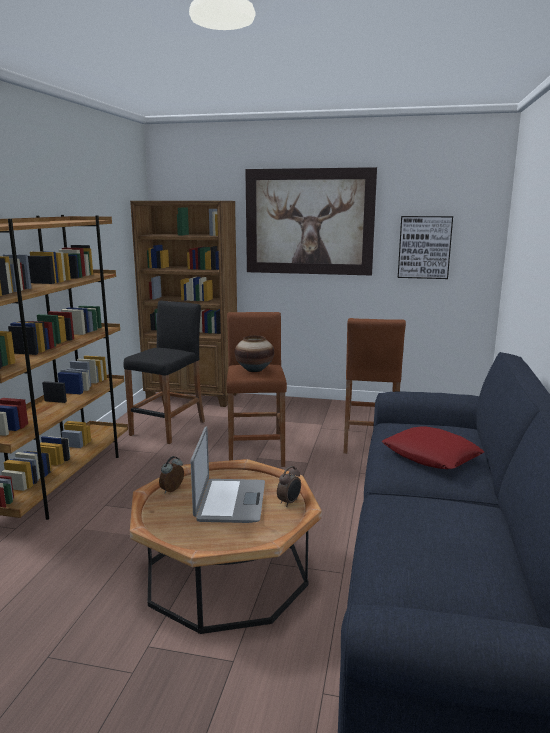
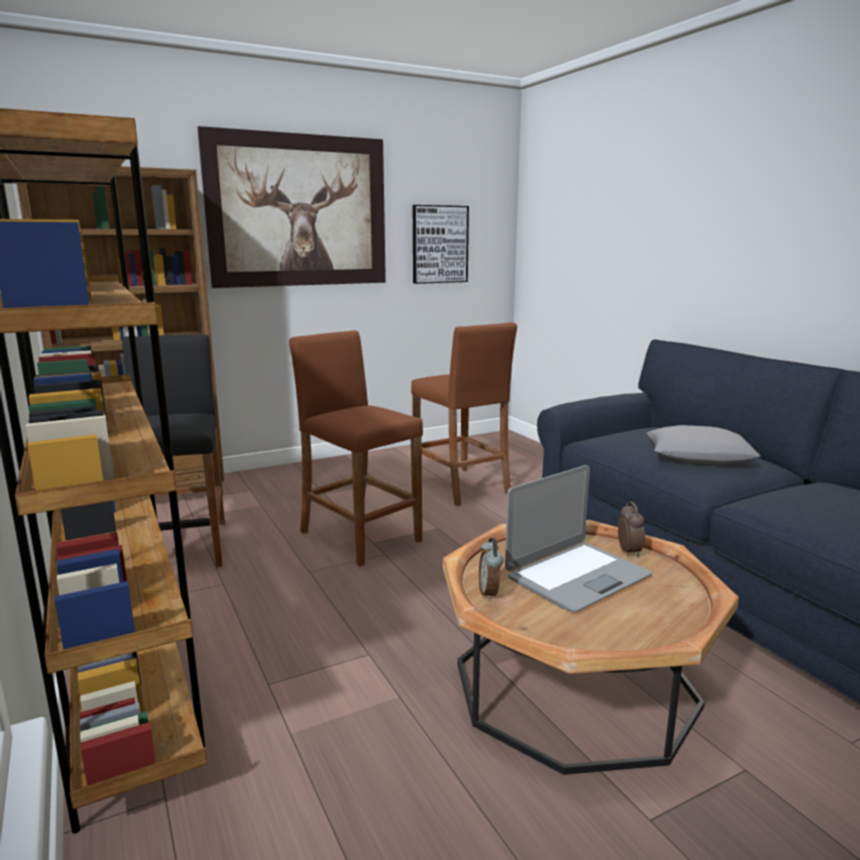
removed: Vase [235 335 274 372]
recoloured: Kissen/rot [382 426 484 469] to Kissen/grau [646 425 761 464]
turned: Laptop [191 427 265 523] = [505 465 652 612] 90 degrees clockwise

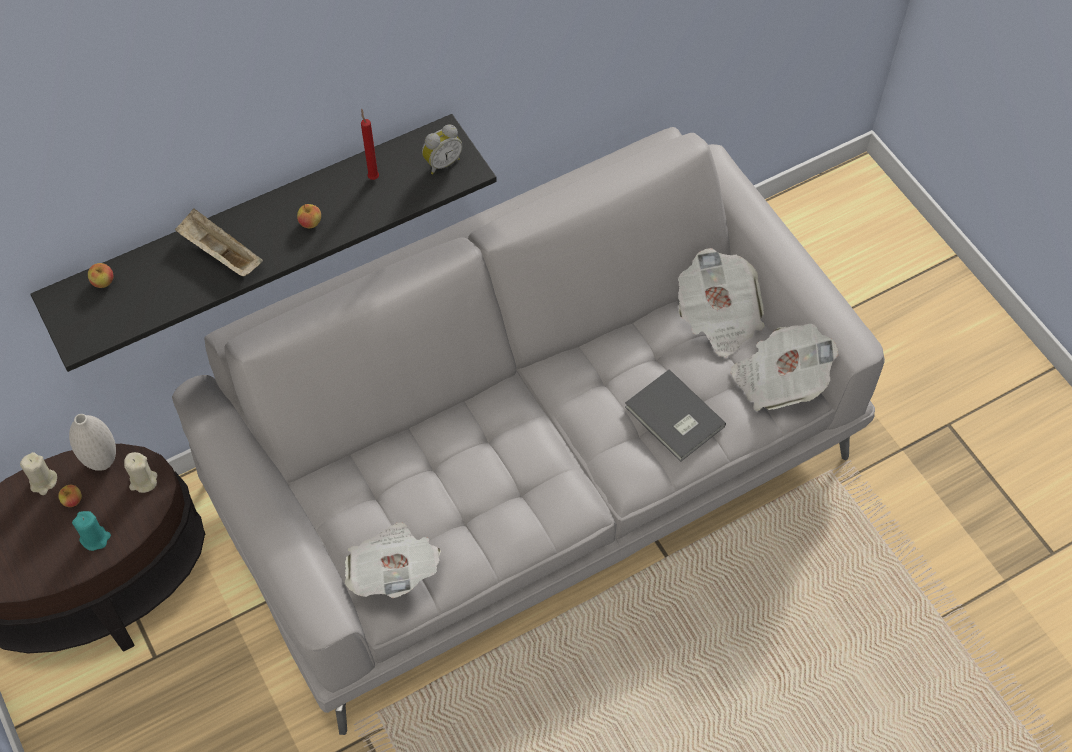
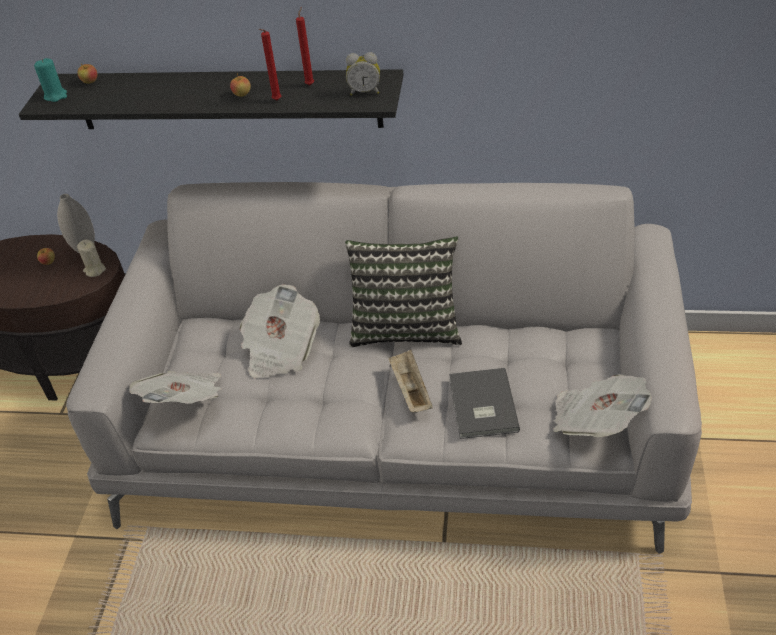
removed: Kerze/beige [20 452 57 495]
added: Kerze/rot [259 29 281 100]; Kissen [345 236 462 347]
moved: Kerze/türkis [72 511 111 551] to [34 58 67 102]; Zeitung [678 248 765 357] to [240 284 320 378]; Tablett/beige [175 208 263 276] to [388 350 433 412]

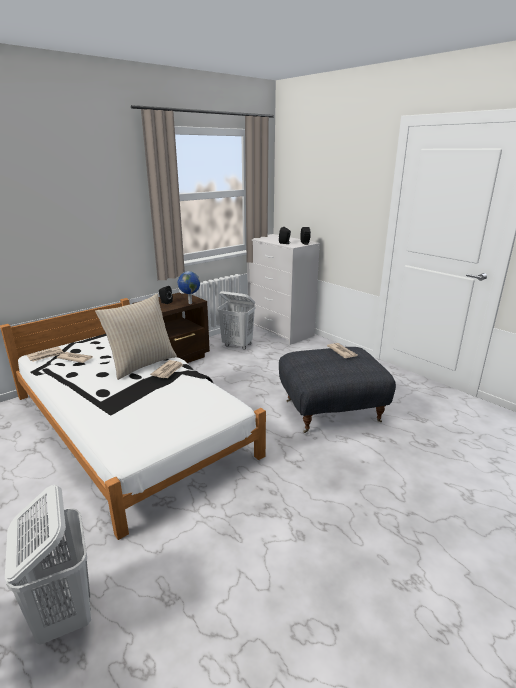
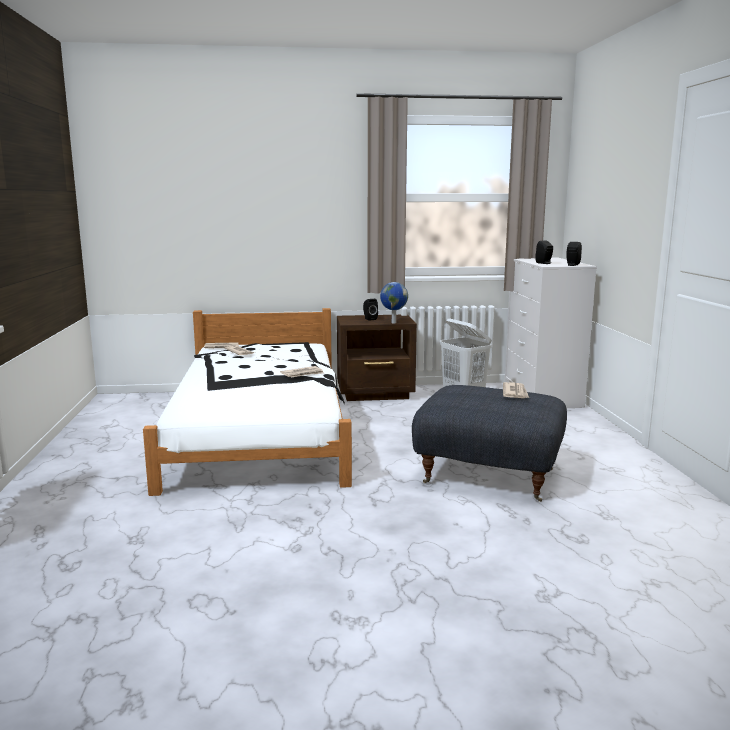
removed: Wäschekorb/weiß [5 485 91 645]; Kissen/beige [95 294 177 380]

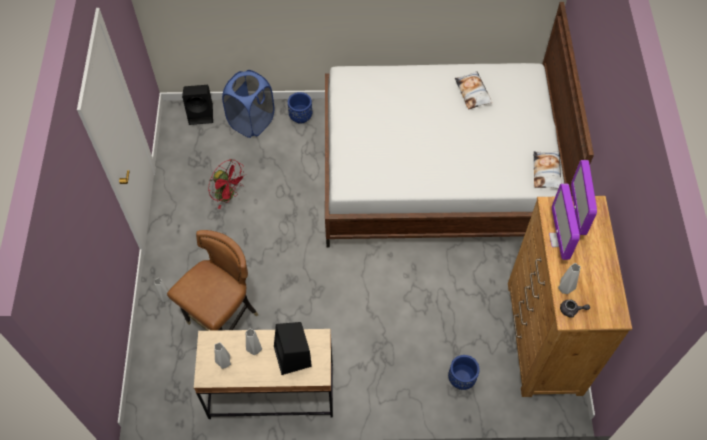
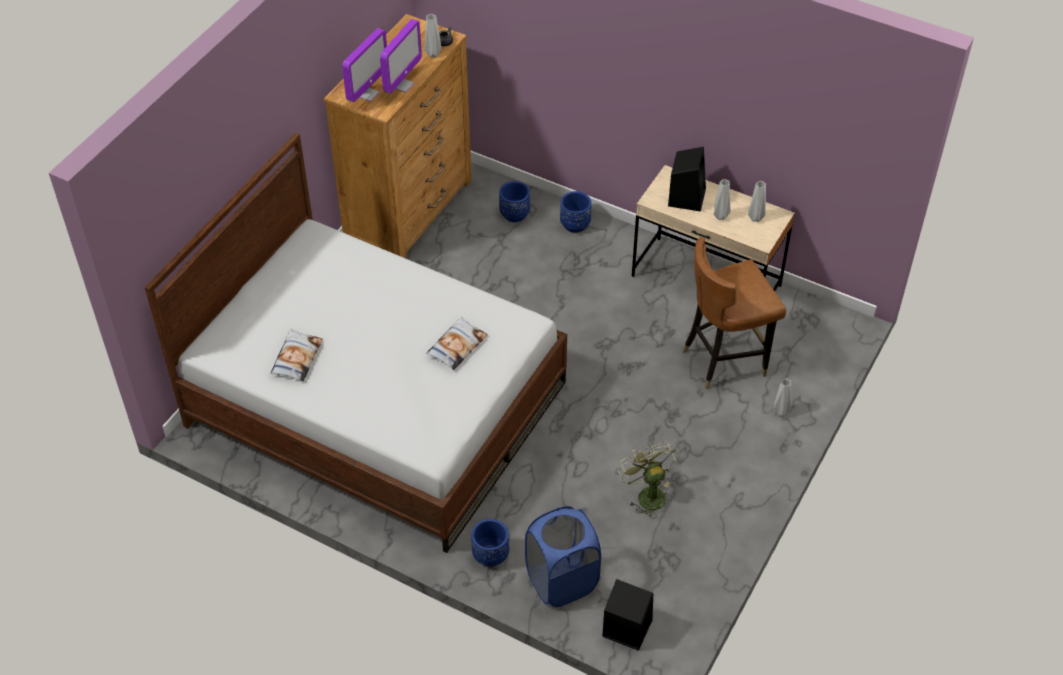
added: Pflanzkübel/blau [560 191 591 233]
moved: Kissen [534 151 562 188] to [426 317 488 370]
recoloured: Ventilator/rot [208 159 246 209] to Ventilator/grün [618 440 680 518]

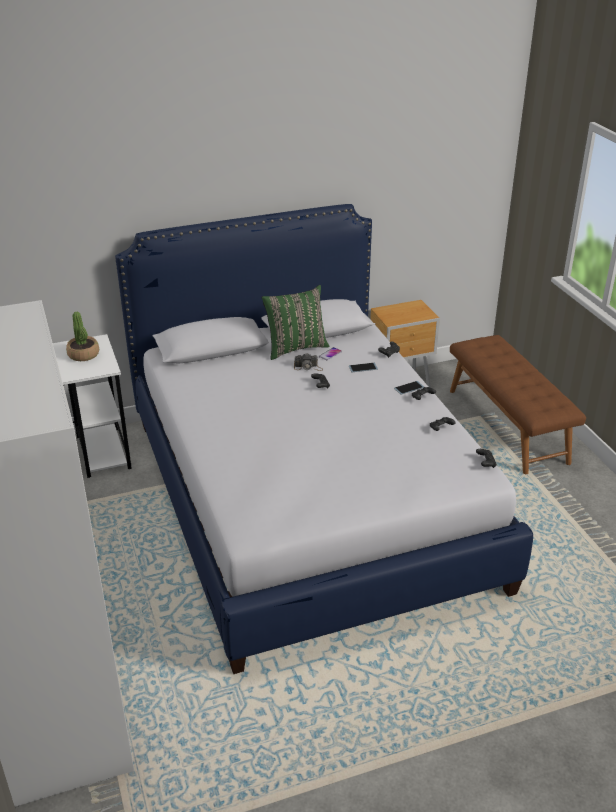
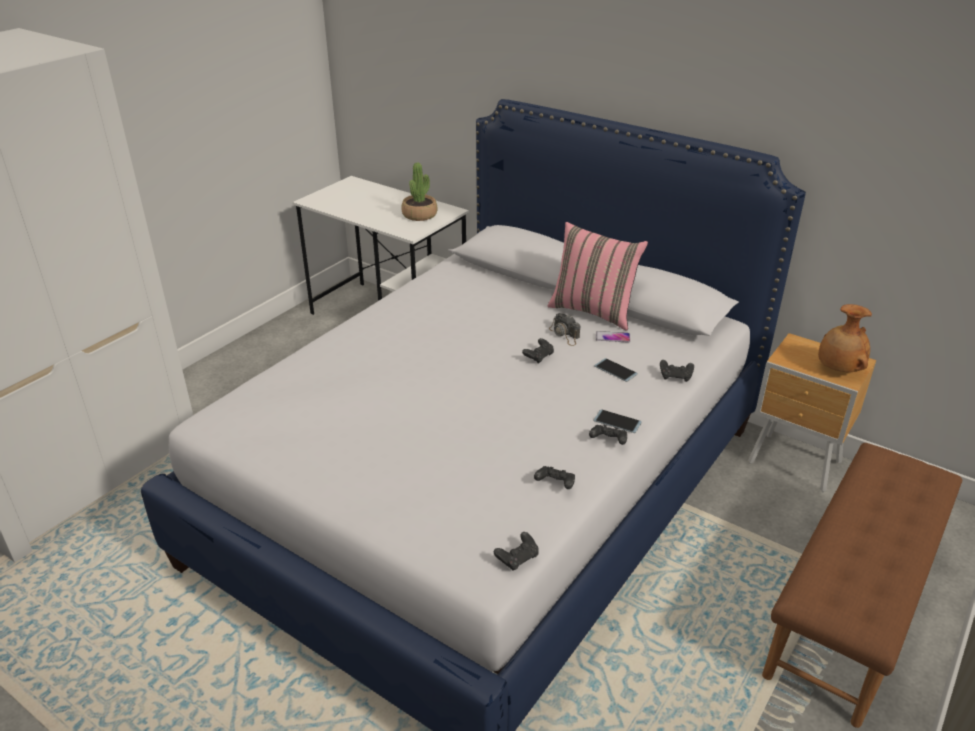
added: Vase/braun [818 304 872 372]
recoloured: Kissen/grün [262 285 329 360] to Kissen/rosa [548 222 648 331]

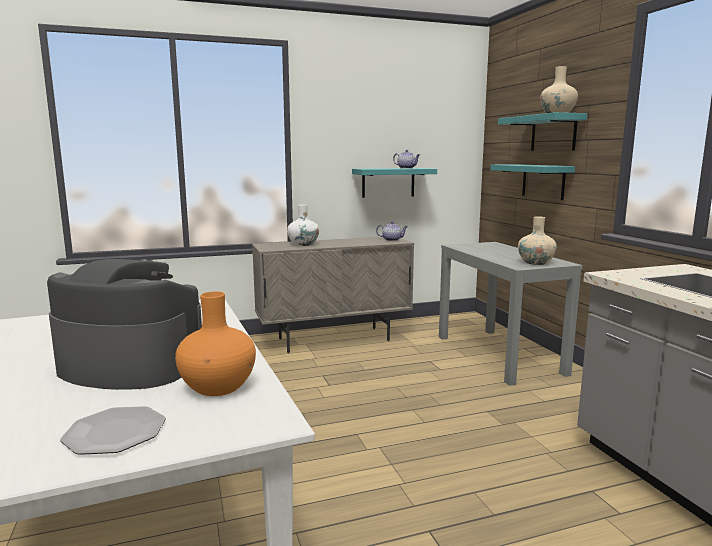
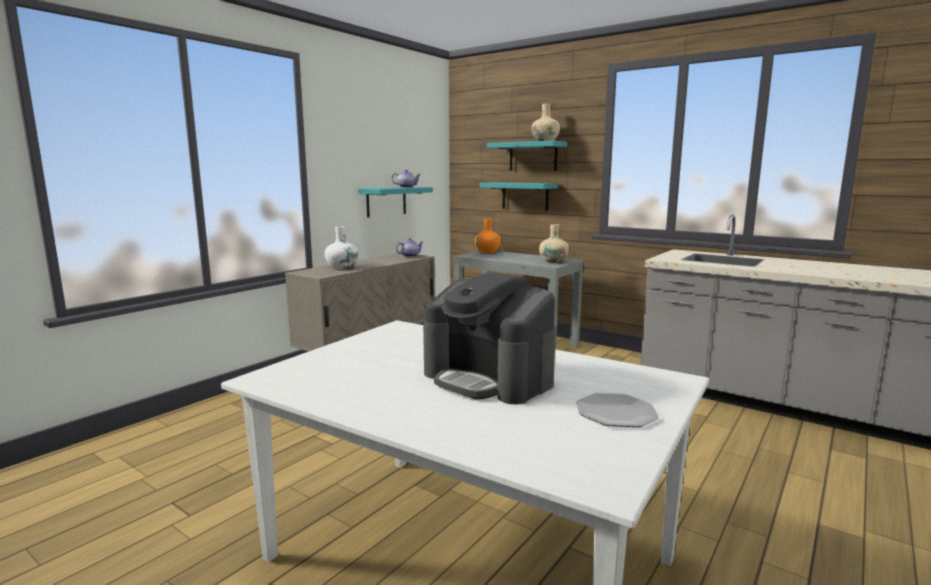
moved: Vase/orange [175 292 256 396] to [475 219 501 253]
turned: Kaffeemaschine [47 259 202 390] = [423 272 556 404] 120 degrees counterclockwise

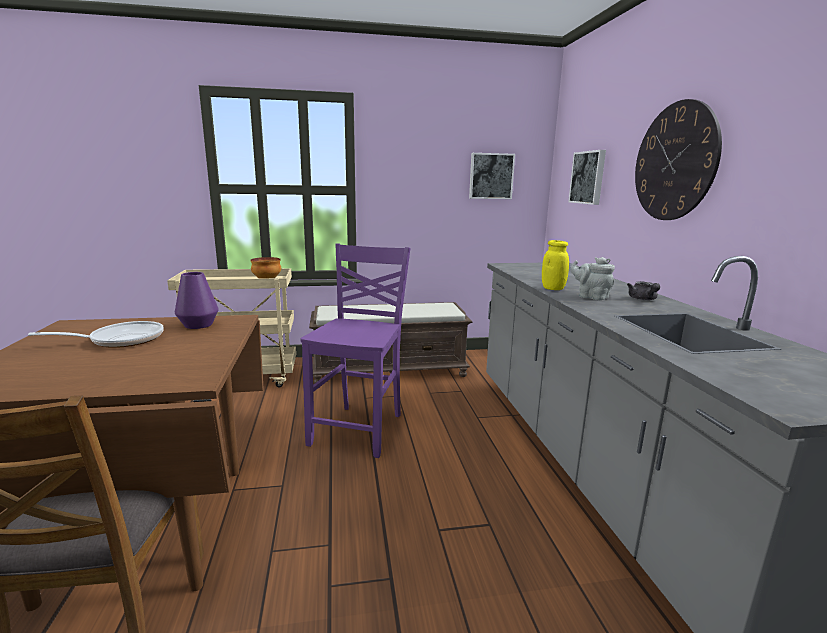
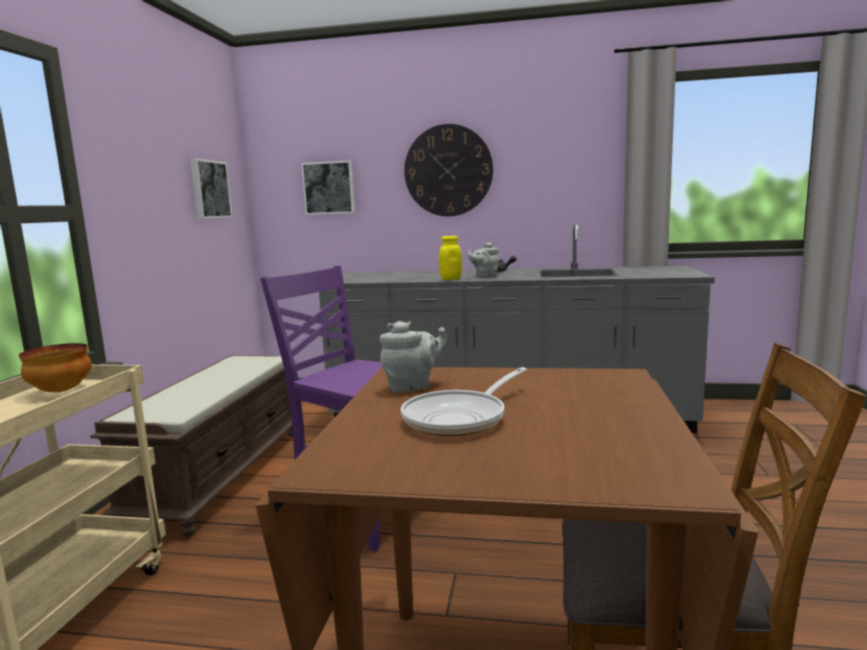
replaced: Vase/lila [175 272 219 329] to Teekanne/grau [380 321 447 393]
turned: Pfanne [28 321 164 348] = [401 367 527 436] 135 degrees counterclockwise

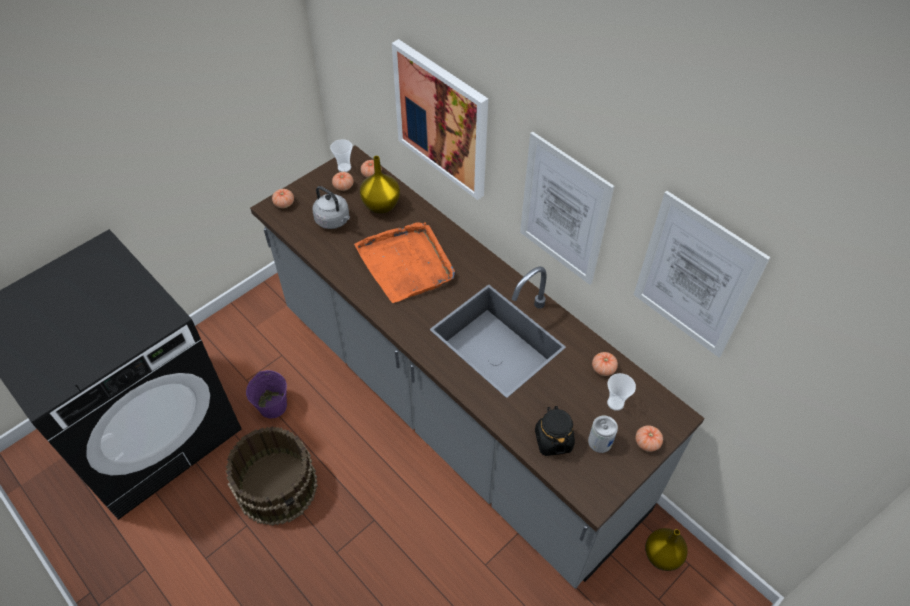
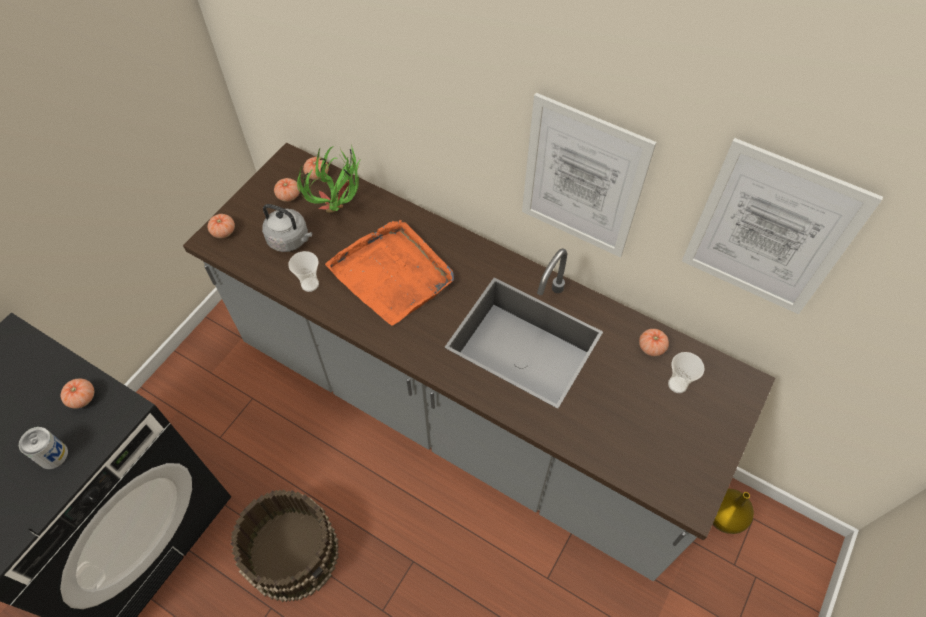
removed: Eimer/lila [246 370 287 418]; Bild [392 39 488 200]; Vorratsglas/schwarz [535 406 575 456]
moved: Dose [588 416 618 453] to [19 427 68 469]; Tomate [635 425 663 452] to [61 379 94 409]; Tasse [330 139 353 172] to [288 251 319 292]
replaced: Vase/gelb [360 156 400 214] to Topfpflanze [297 144 364 213]

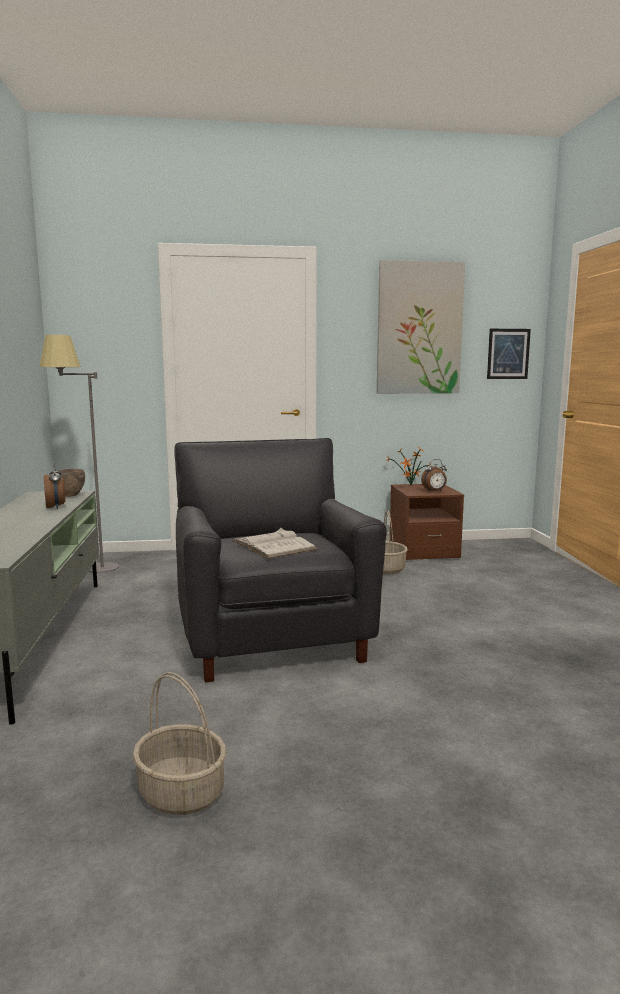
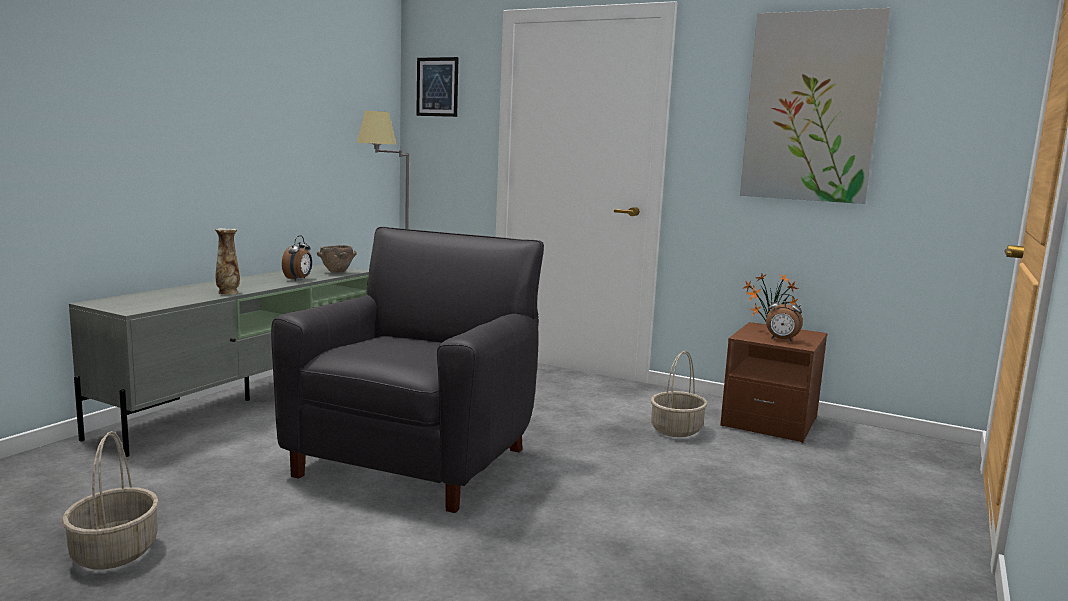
removed: Buch/weiß [233 528 317 559]
added: Vase [215 228 240 294]
moved: Bild [487 329 531 379] to [416 57 459 117]

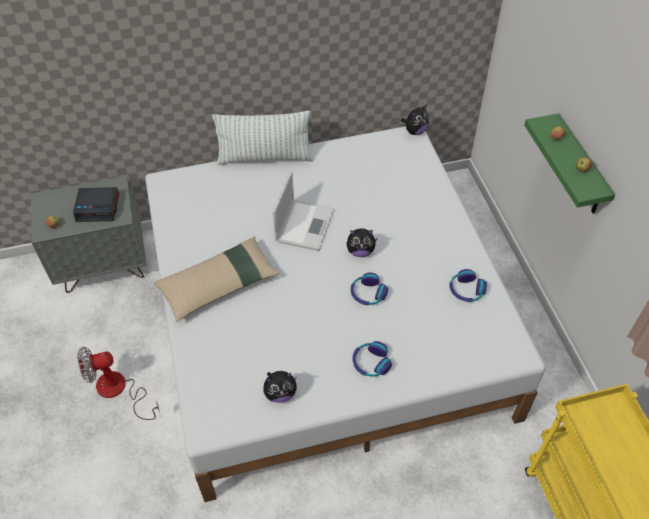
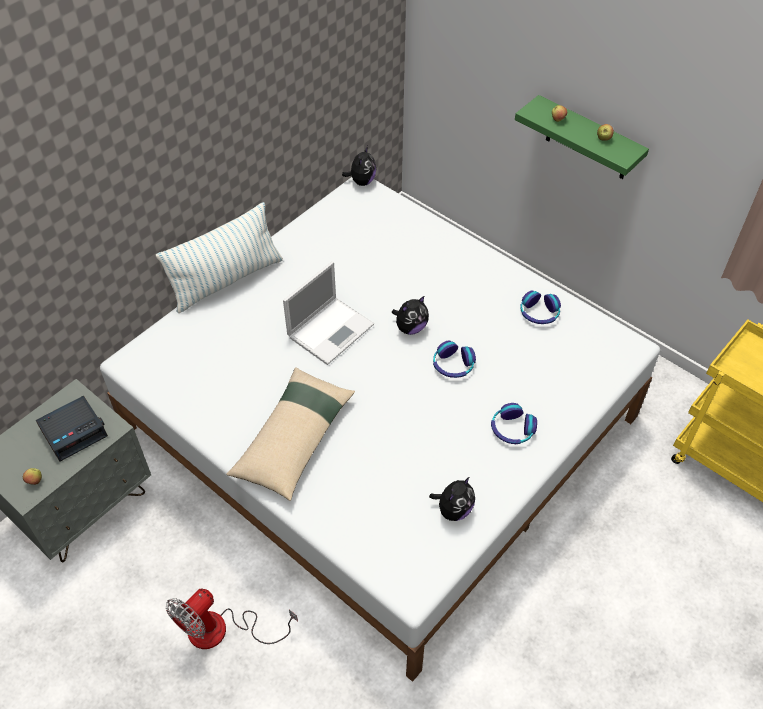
turned: Laptop [273 171 334 251] = [283 261 374 365] 60 degrees clockwise

